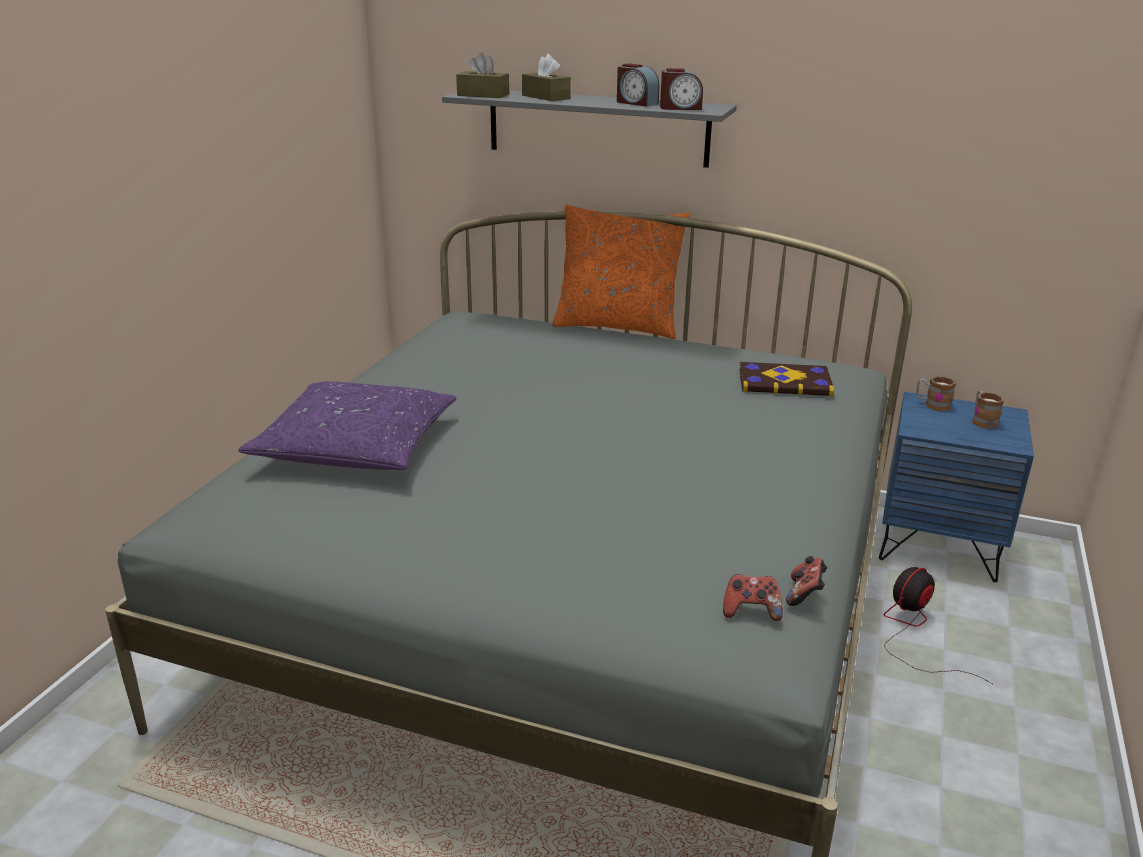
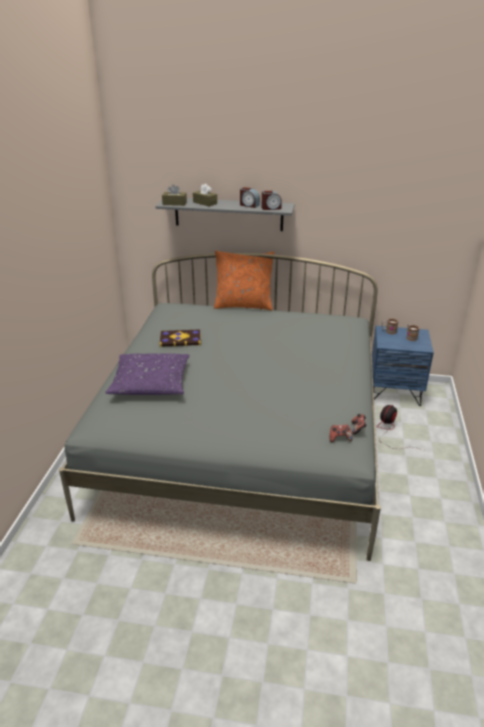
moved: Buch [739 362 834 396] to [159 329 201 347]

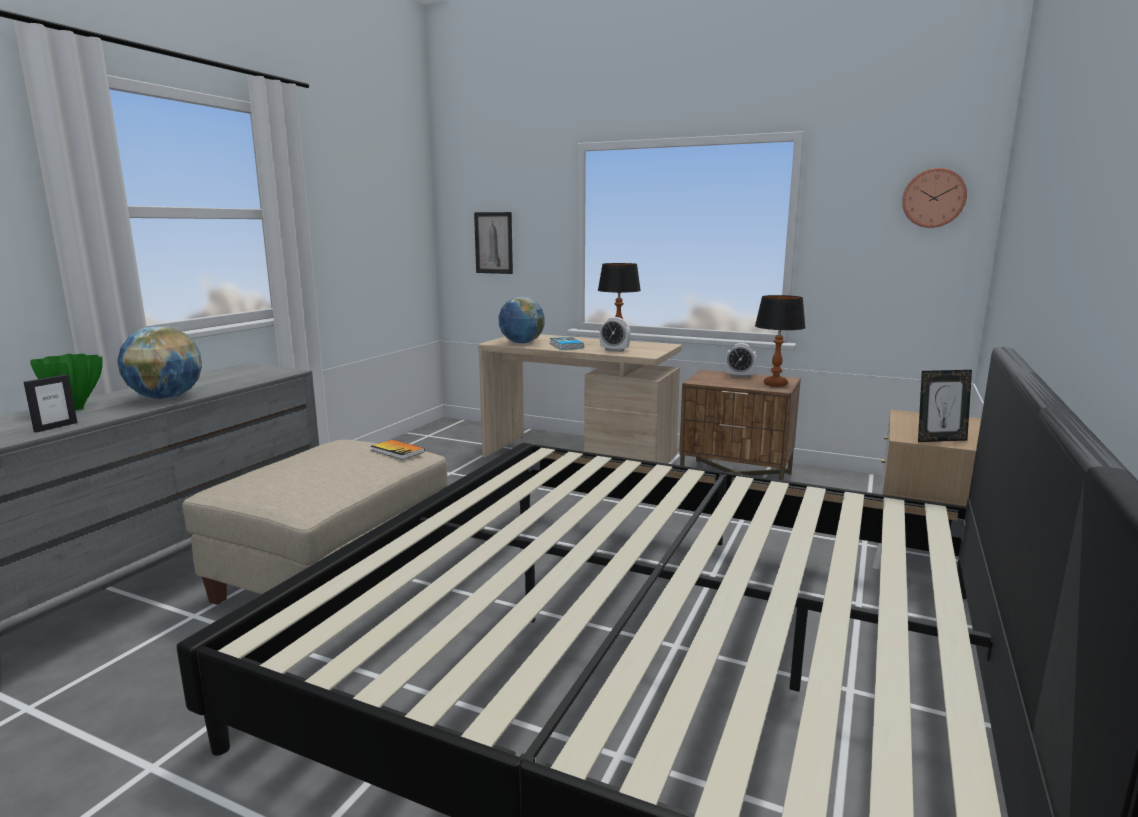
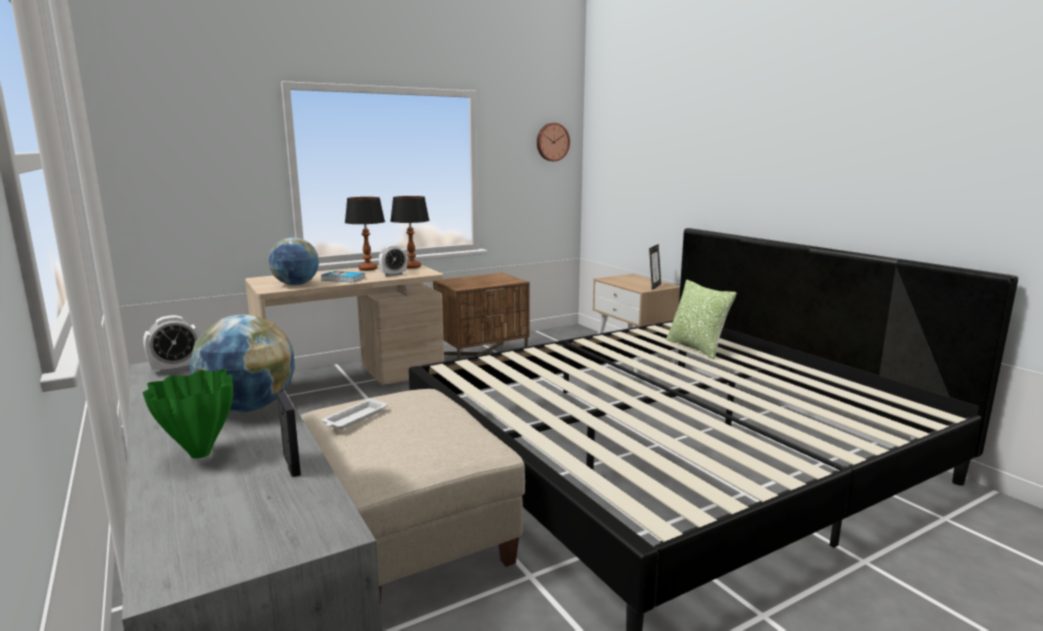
removed: Buch [371 440 425 460]; Bild [474 212 513 274]
added: Tablett/weiß [322 398 388 429]; Kissen [666 280 736 359]
moved: Wecker [725 343 757 378] to [144 315 200 374]; Tischlampe [755 295 806 387] to [390 196 430 269]

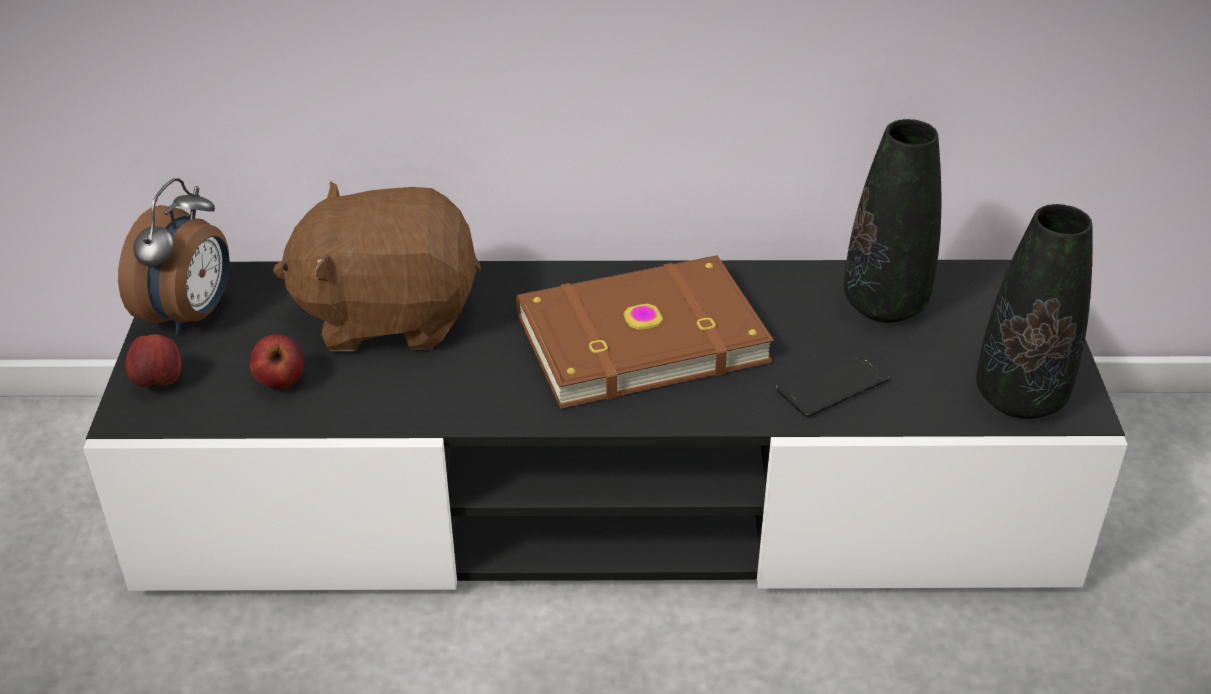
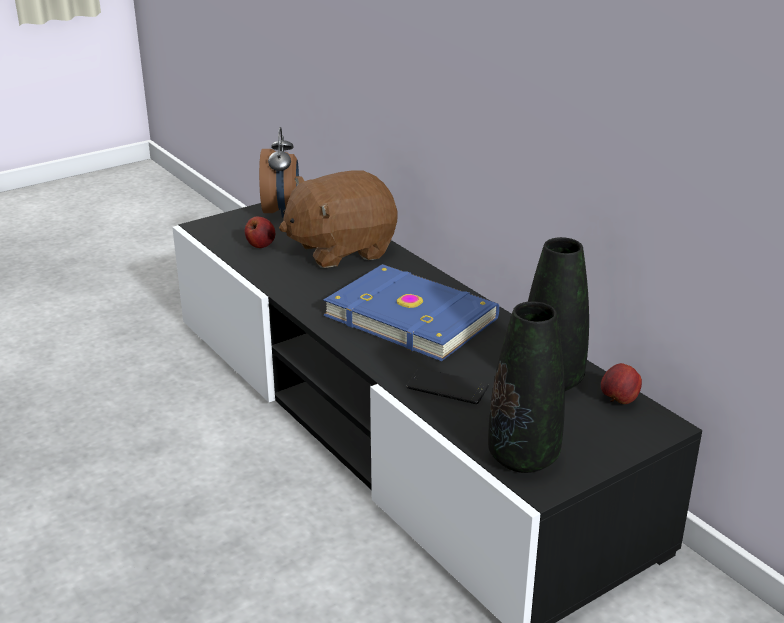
moved: Apfel [125 334 182 390] to [601 363 642 404]
recoloured: Buch/braun [516 255 774 409] to Buch/blau [323 264 499 361]
turned: Wecker [118 178 230 335] = [259 127 299 218] 75 degrees counterclockwise; Plüschtier/braun [273 182 481 351] = [279 171 398 268] 75 degrees counterclockwise

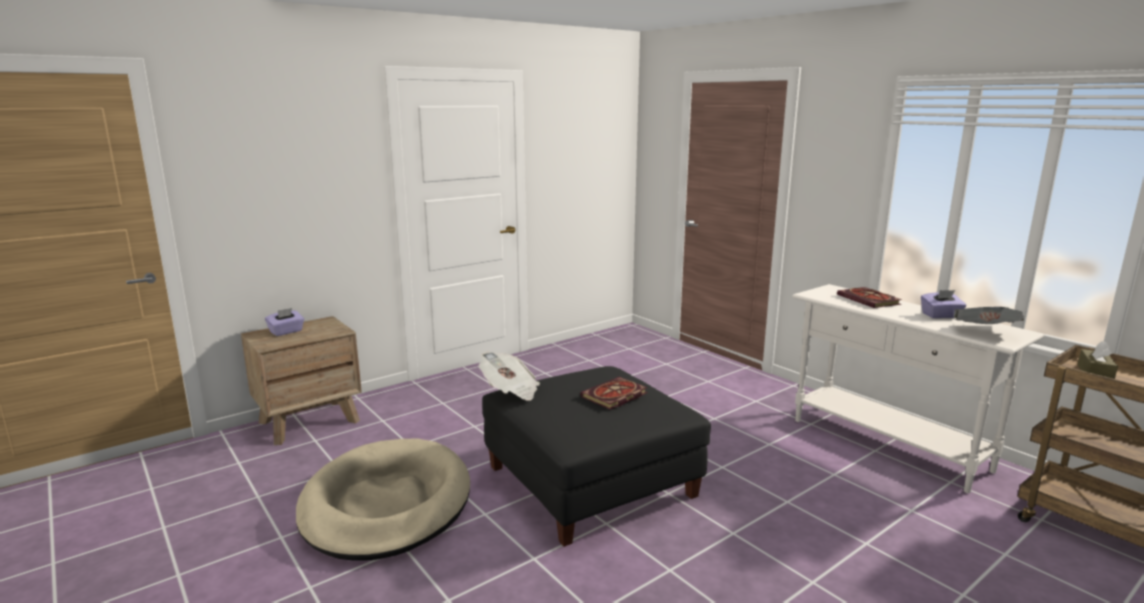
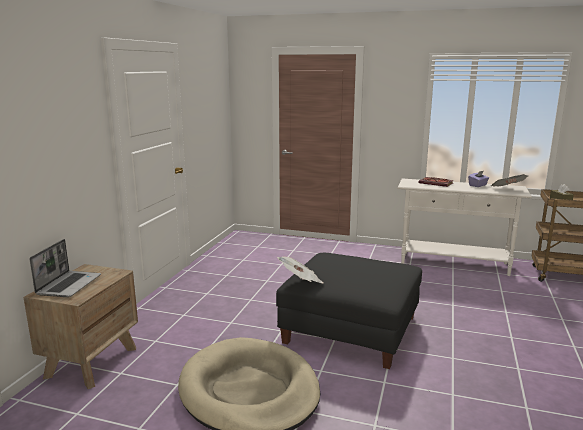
removed: Buch [580 377 648 410]
replaced: Taschentuchbox/lila [265 308 304 336] to Laptop [29 239 101 297]

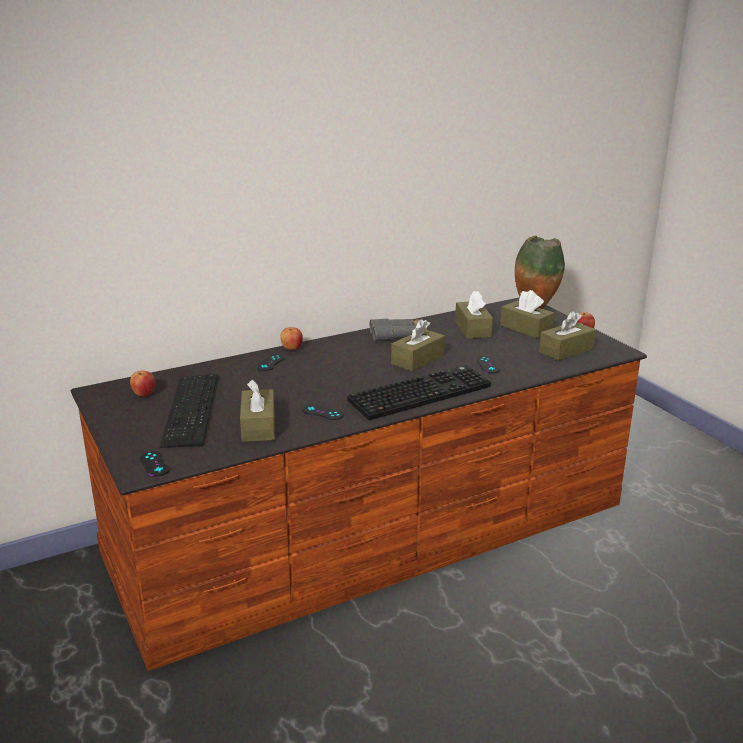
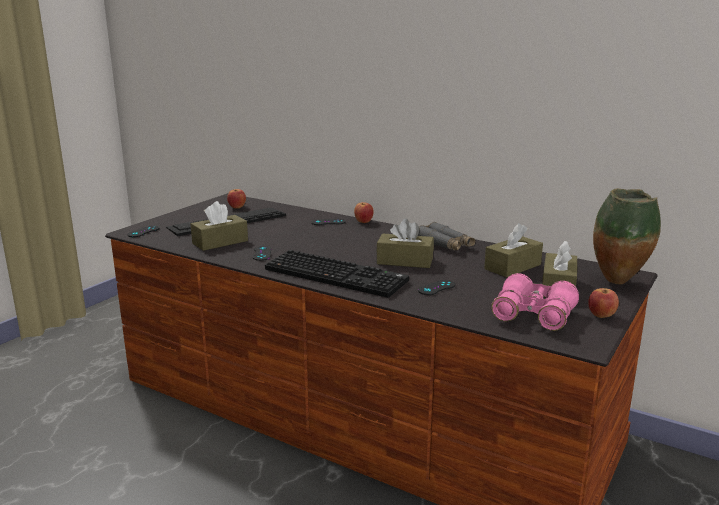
replaced: Taschentuchbox/braun [539 311 596 361] to Fernglas/rosa [491 273 579 331]

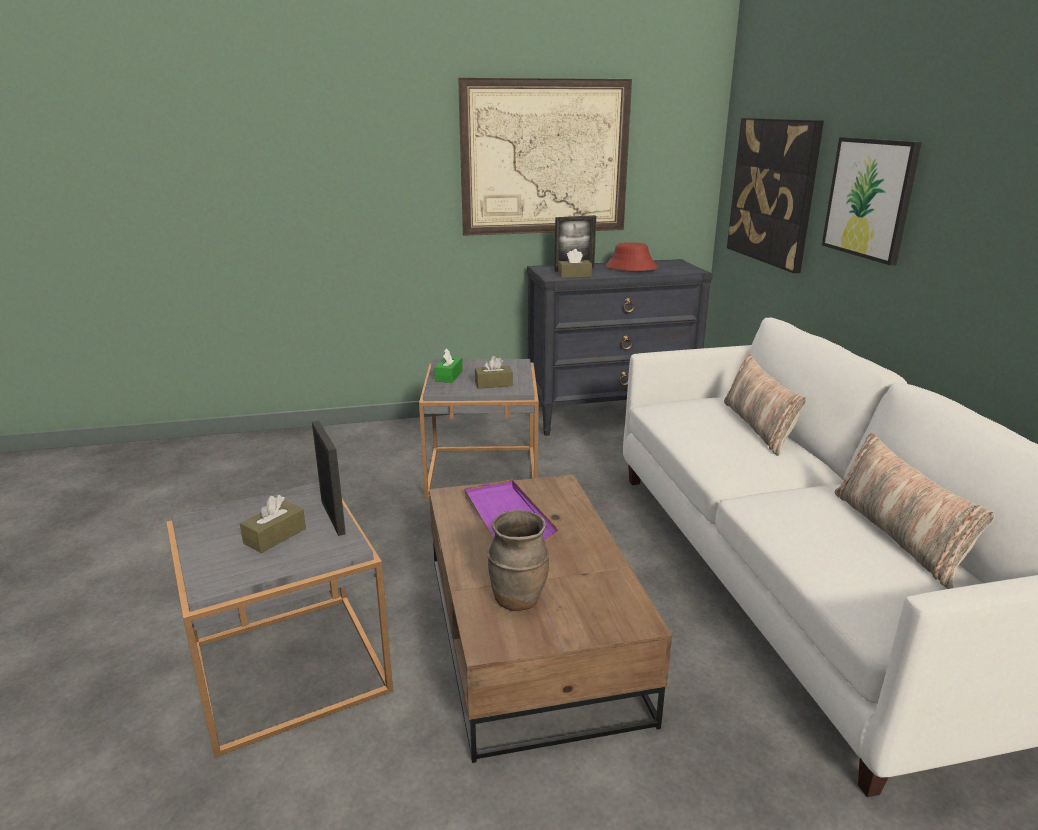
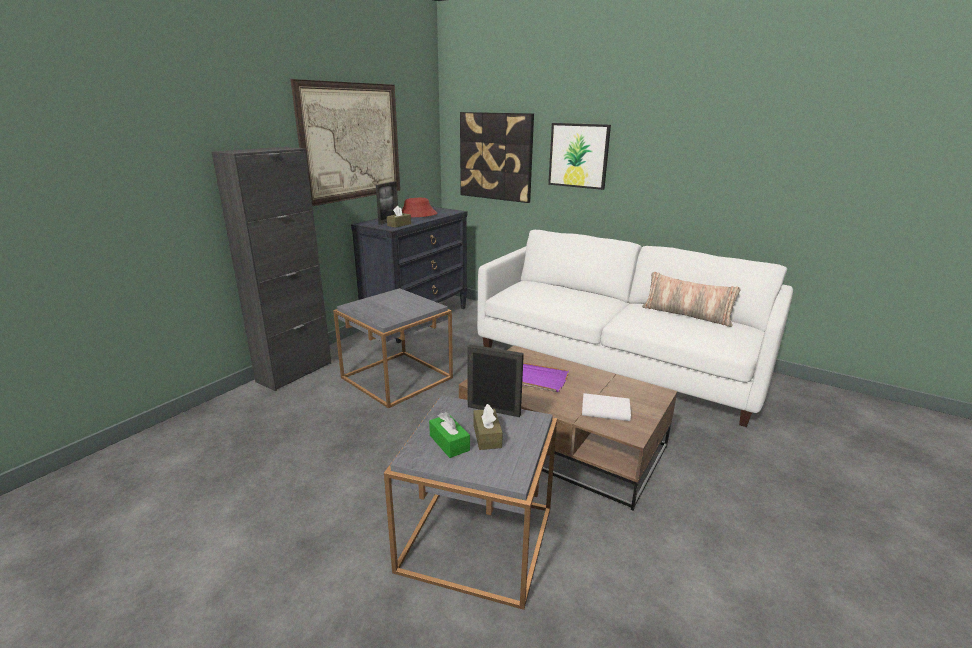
removed: Taschentuchbox/braun [475 356 513 389]; Kissen [724 354 807 456]
added: Schrank/schwarz [212 147 332 391]
moved: Taschentuchbox/grün [434 348 463 383] to [429 412 470 458]
replaced: Vase/braun [487 510 549 611] to Buch/weiß [582 393 631 421]

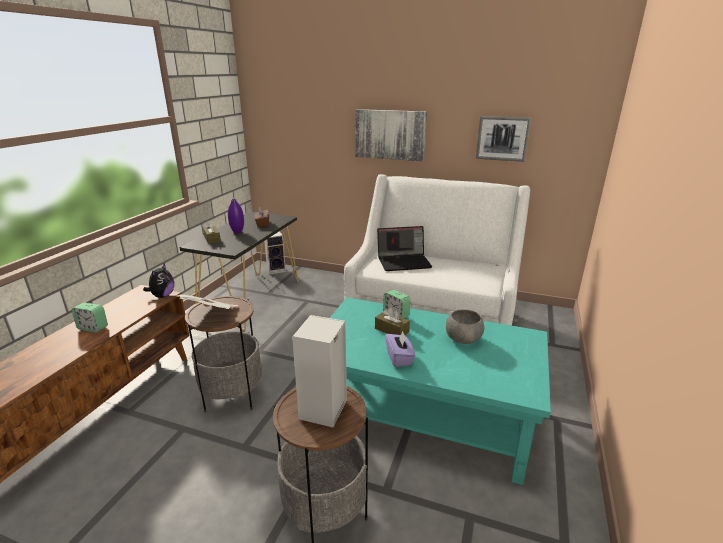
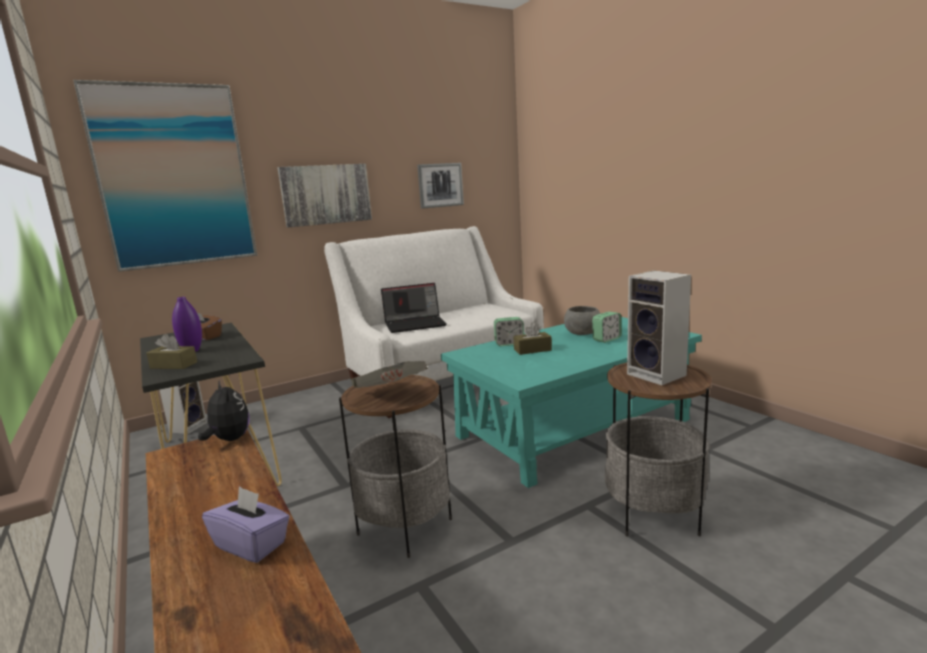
added: Bild [73 80 257 272]
moved: Taschentuchbox/lila [385 331 416 367] to [202 486 290 563]; Wecker [72 302 108 333] to [592 312 622 343]
turned: Laptop [377 226 432 271] = [381 283 447 333] 45 degrees clockwise

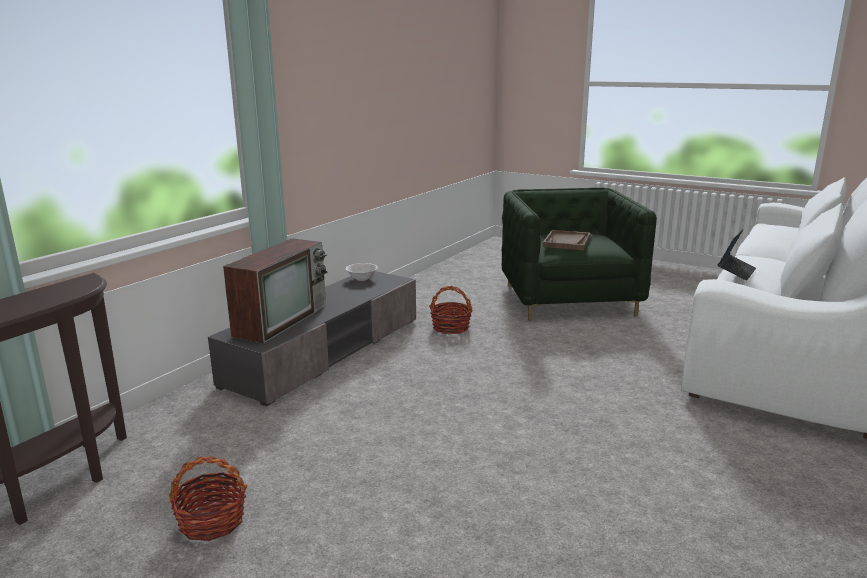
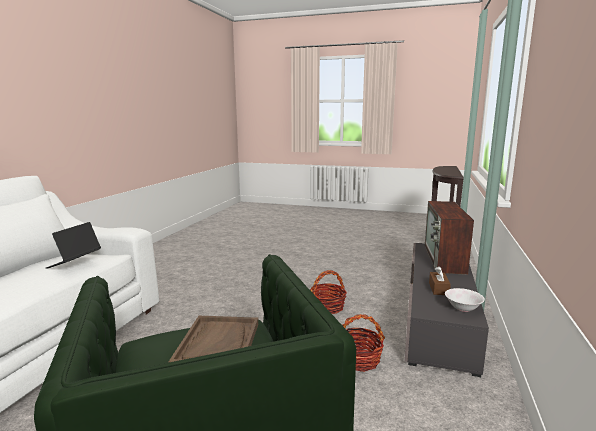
added: Taschentuchbox/braun [429 266 451 295]
moved: Korb [169 456 247 541] to [310 270 347 314]

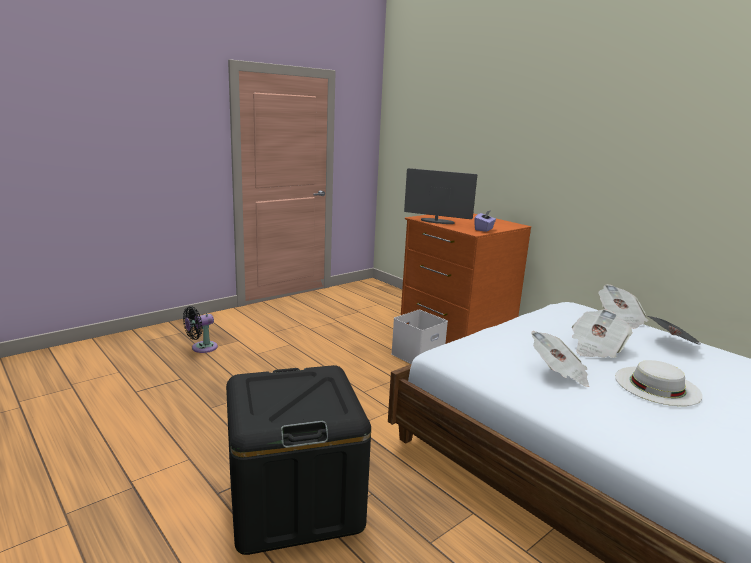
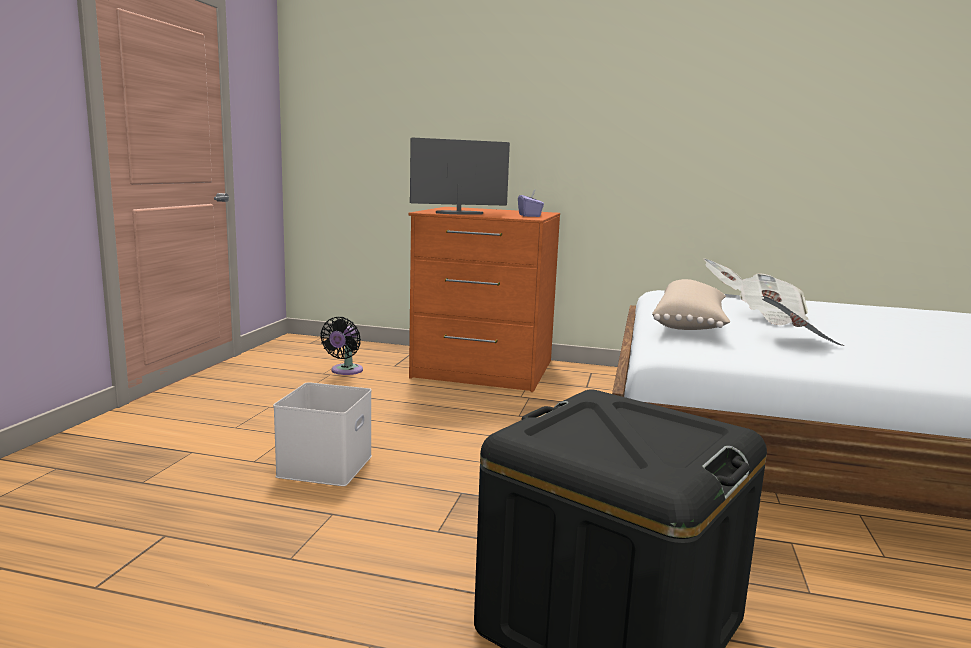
removed: Hut/weiß [615 360 703 406]; Zeitung [647 316 701 345]
added: Kissen/beige [652 279 730 330]
moved: Aufbewahrungsbox/weiß [391 310 448 364] to [273 382 372 486]; Ventilator/schwarz [183 306 218 353] to [320 317 363 375]

